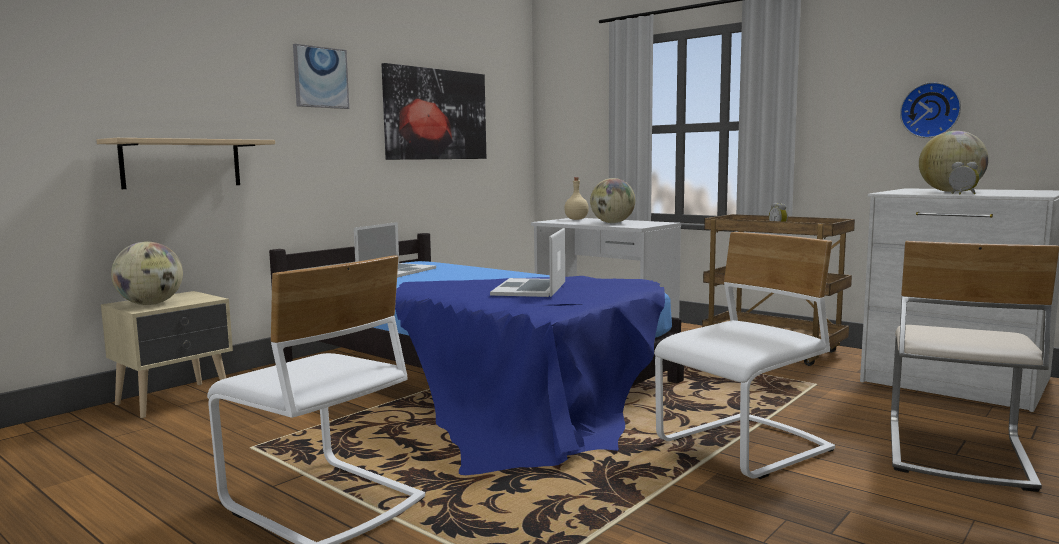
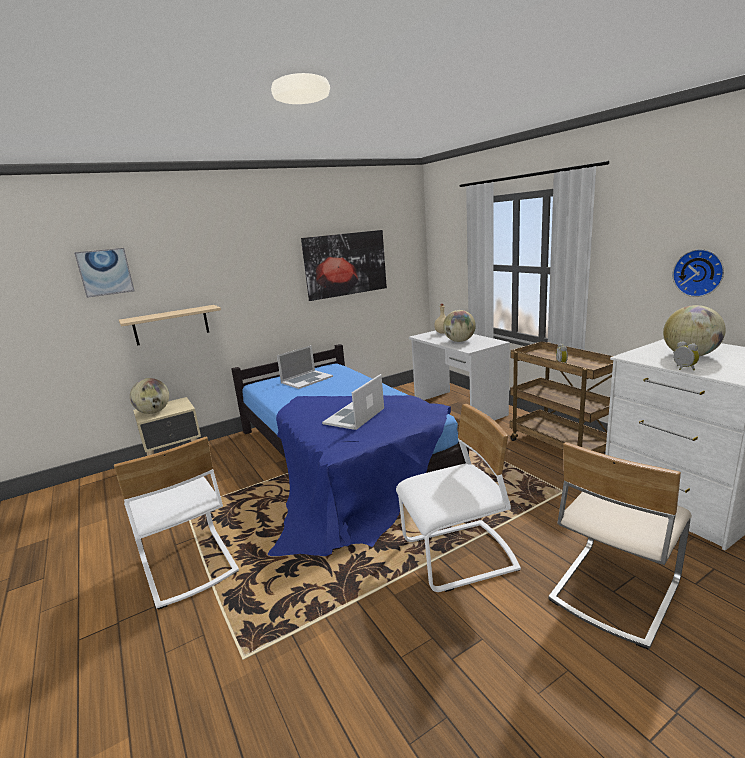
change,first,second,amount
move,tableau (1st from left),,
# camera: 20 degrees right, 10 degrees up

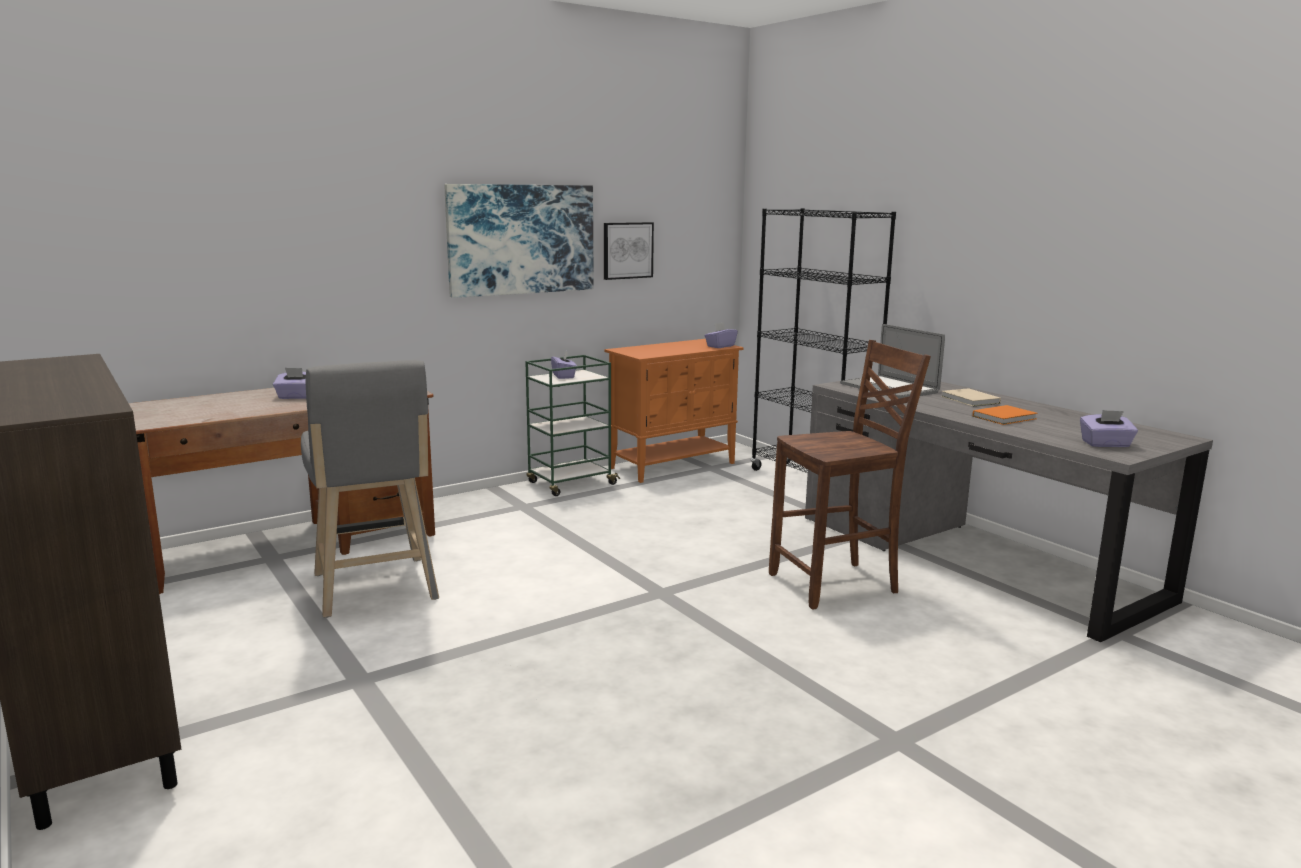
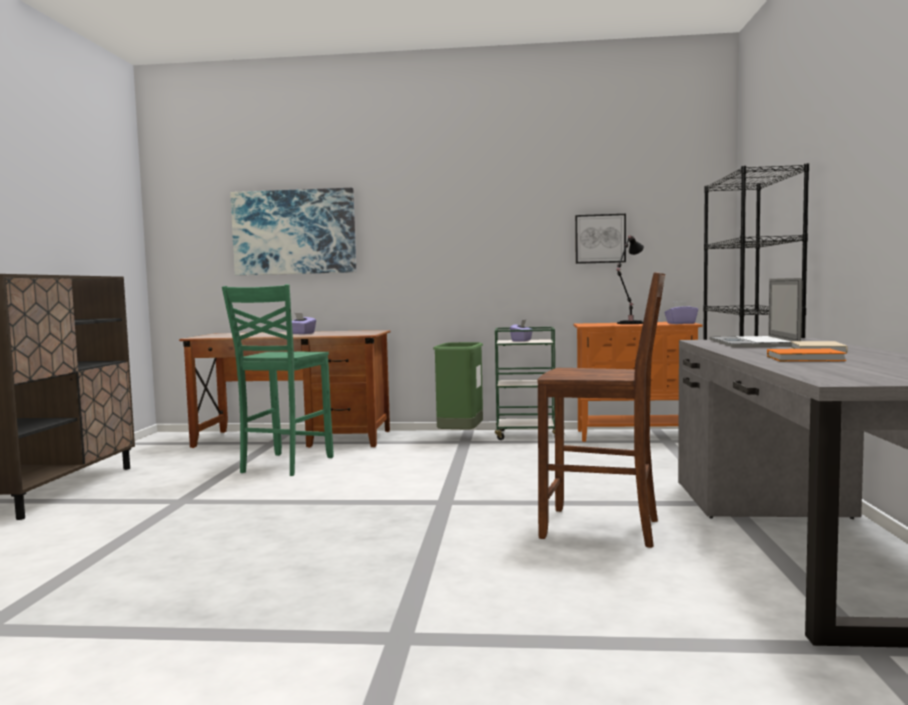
change,first,second,amount
replace,tabouret/gris,chaise/vert,
move,tableau (1st from left),,
insert,,poubelle/vert,
insert,,lampe de table/noir,
delete,boîte à mouchoirs/violet (4th from left),,
# camera: 40 degrees right, 10 degrees down

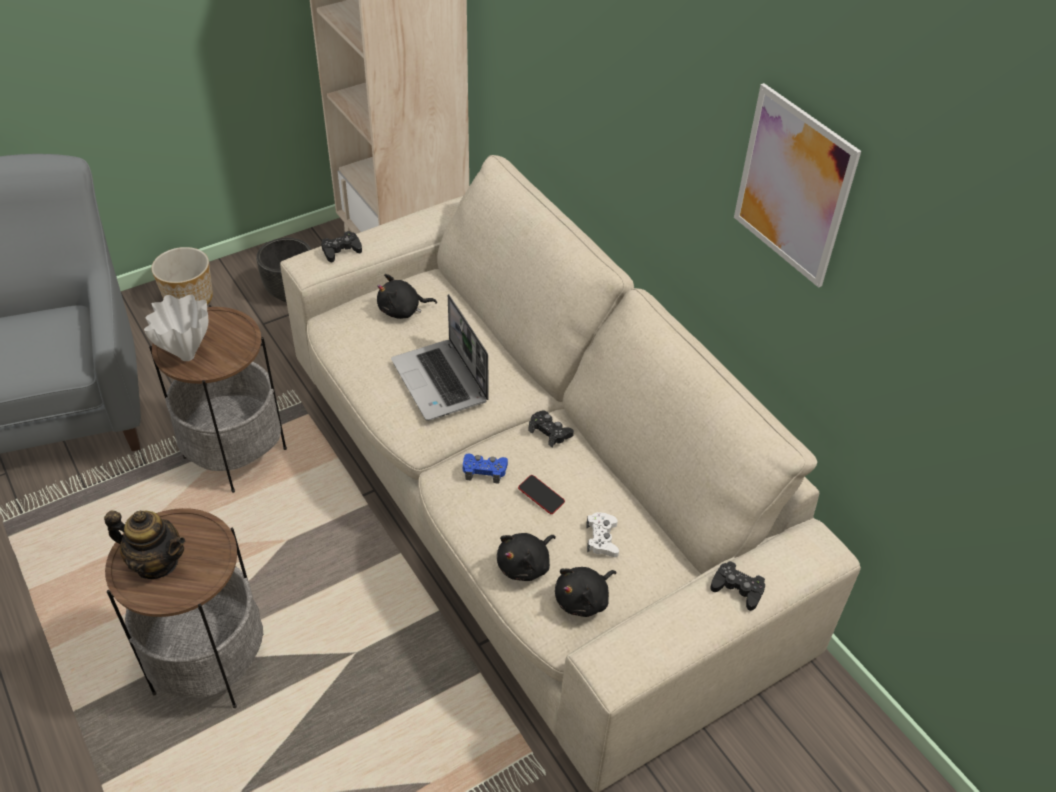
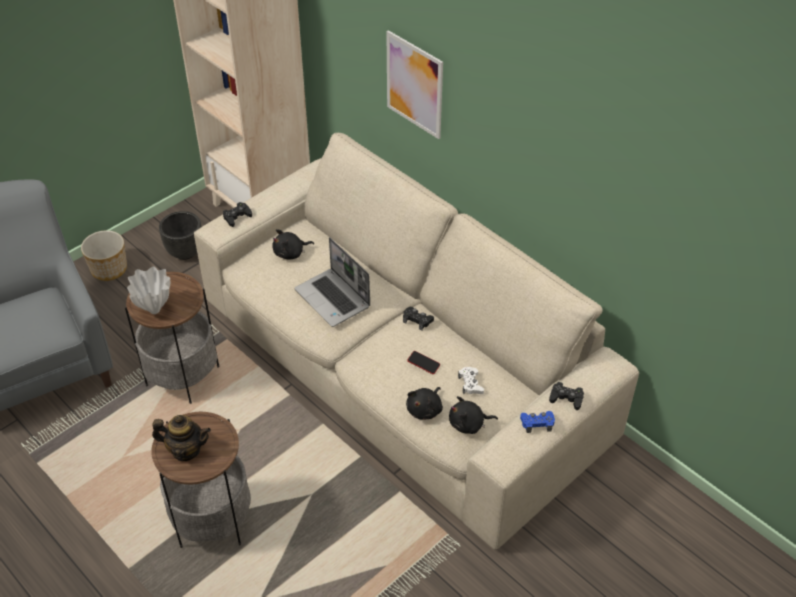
change,first,second,amount
move,tableau,,
rotate,peluche/noir (3rd from left),,45 degrees clockwise
move,manette/bleu,,
# camera: 10 degrees left, 0 degrees up

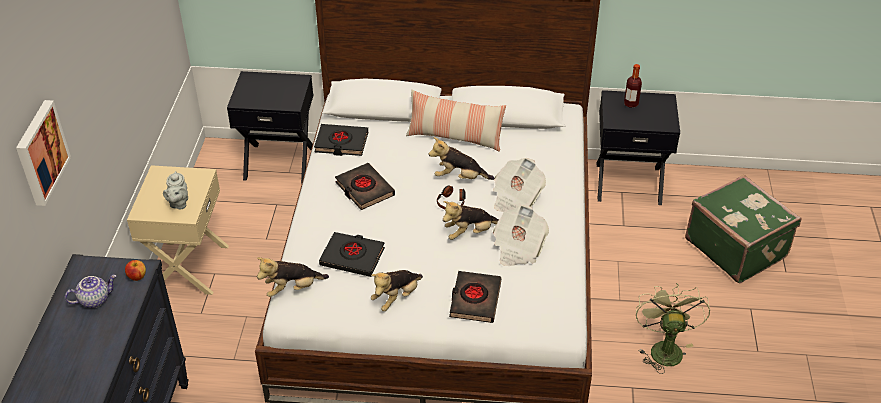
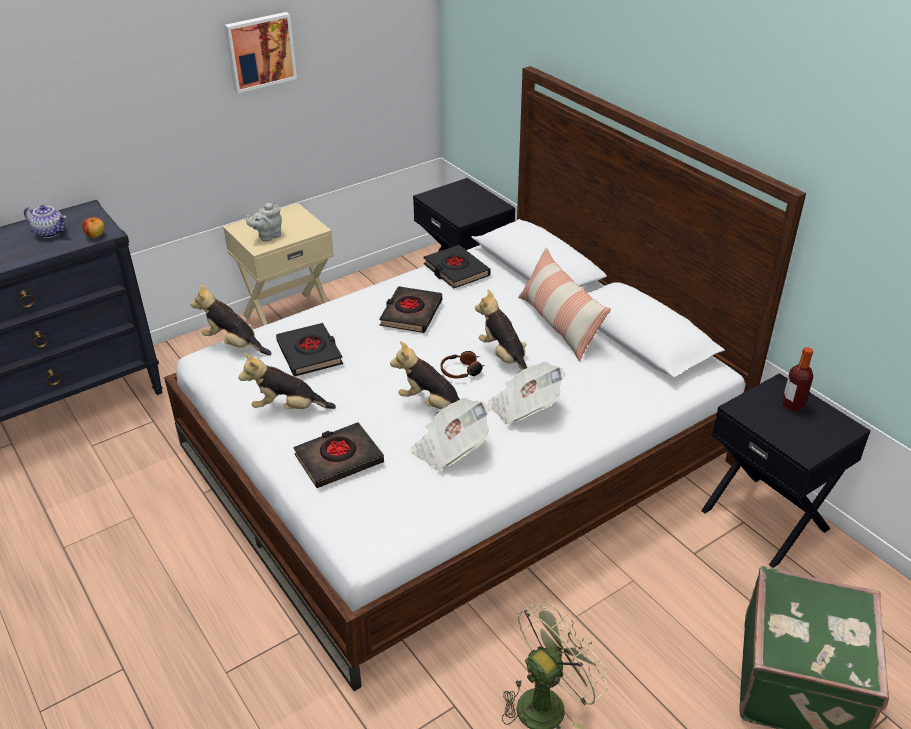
change,first,second,amount
move,tableau,,
# camera: 50 degrees right, 5 degrees down

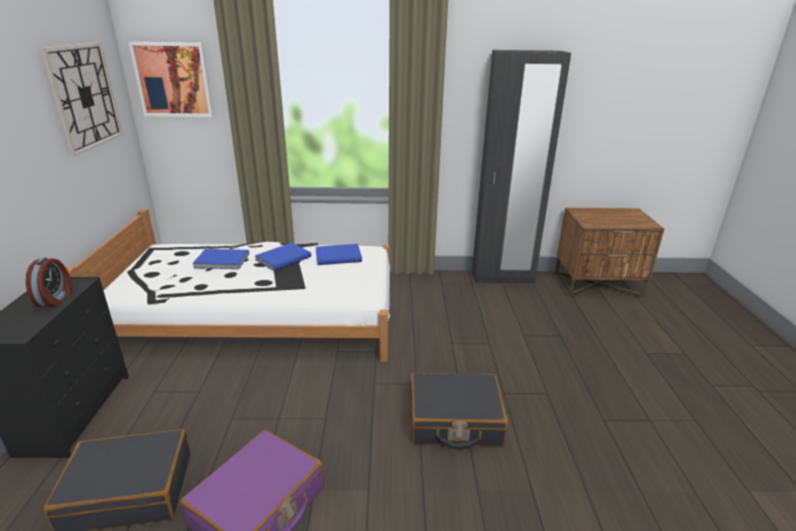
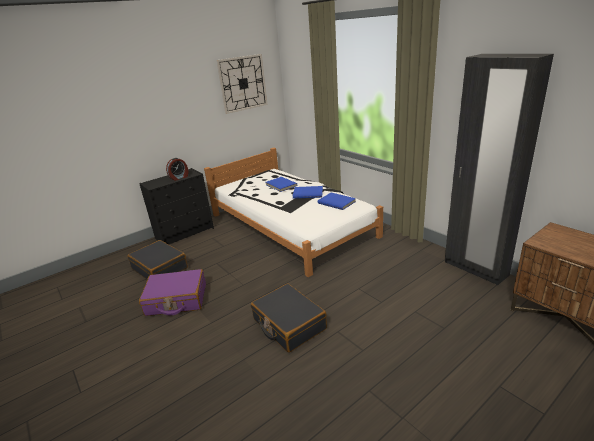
change,first,second,amount
delete,tableau,,
# camera: 55 degrees right, 0 degrees up

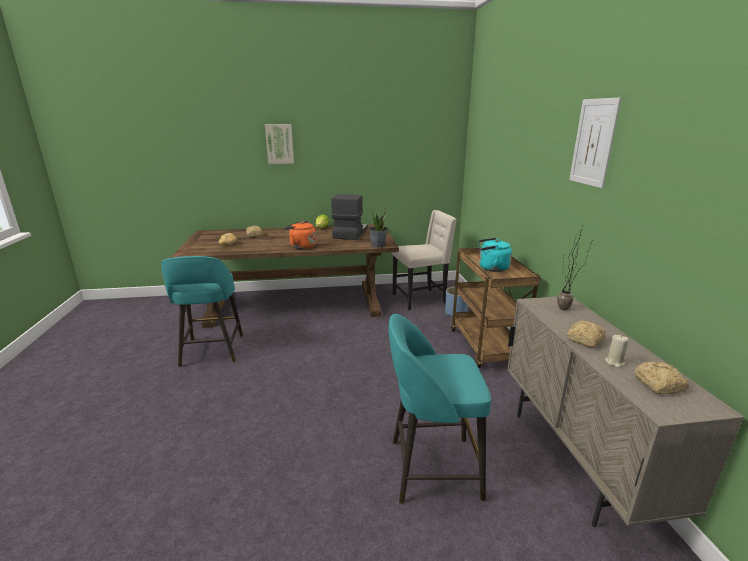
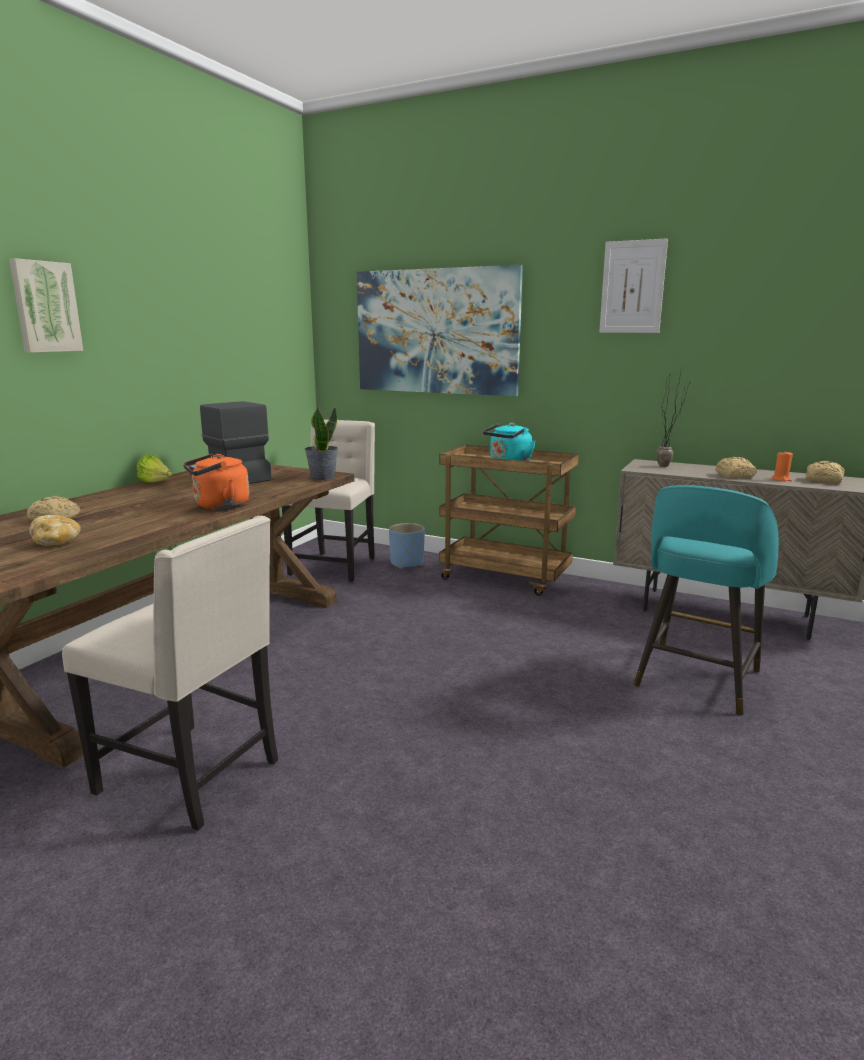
change,first,second,amount
replace,tabouret/turquoise (1st from left),chaise/beige (1st from left),
insert,,tableau (2nd from left),
recolor,bougie/beige,bougie/orange,
# camera: 55 degrees left, 5 degrees down

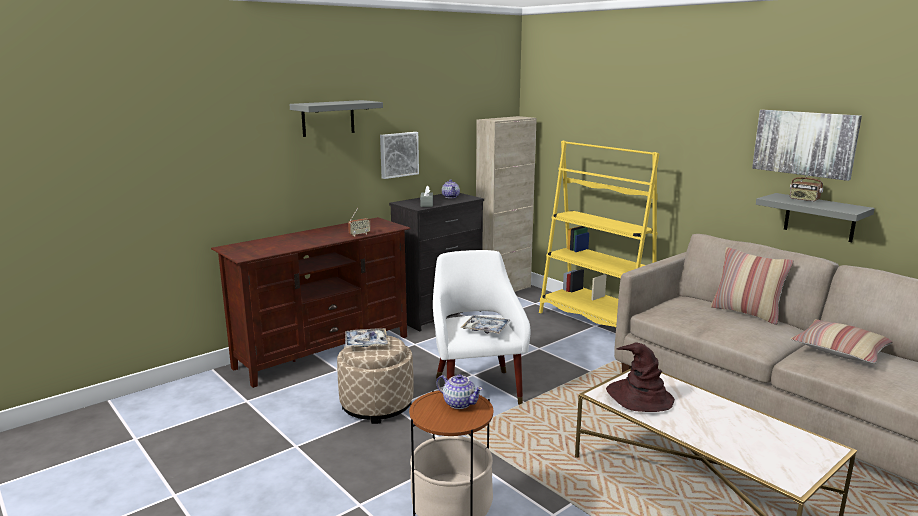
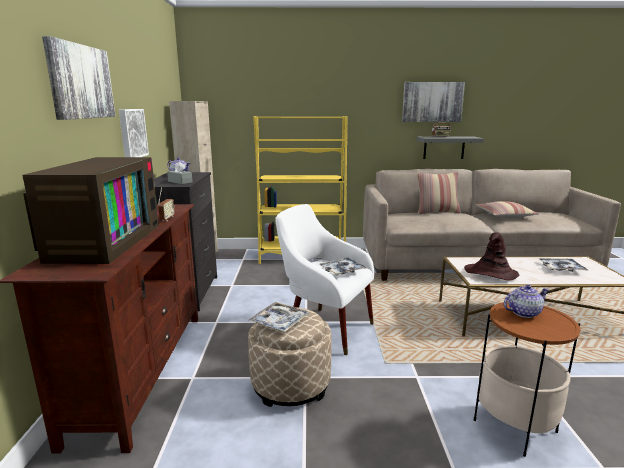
change,first,second,amount
insert,,téléviseur,
replace,étagère/gris (1st from left),tableau (1st from left),
insert,,plateau (3rd from left),
# camera: 50 degrees left, 0 degrees up

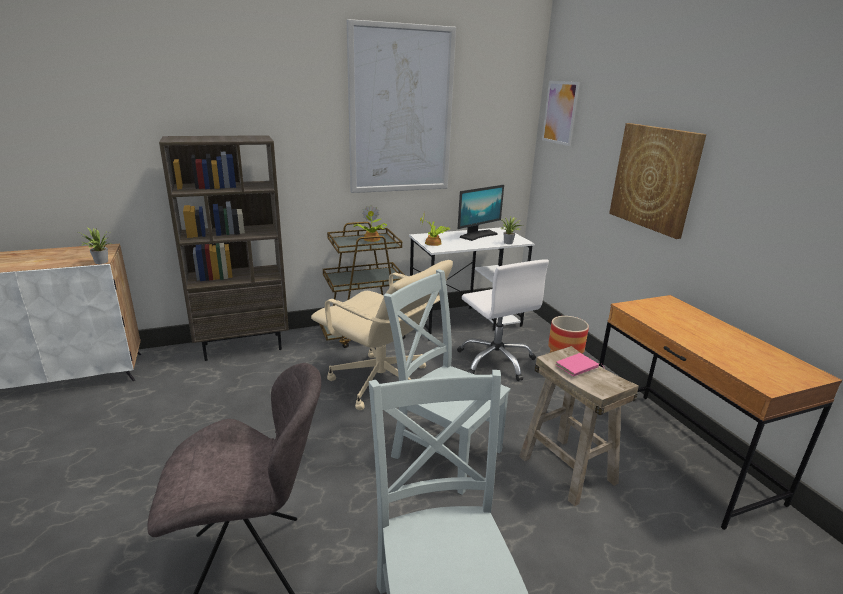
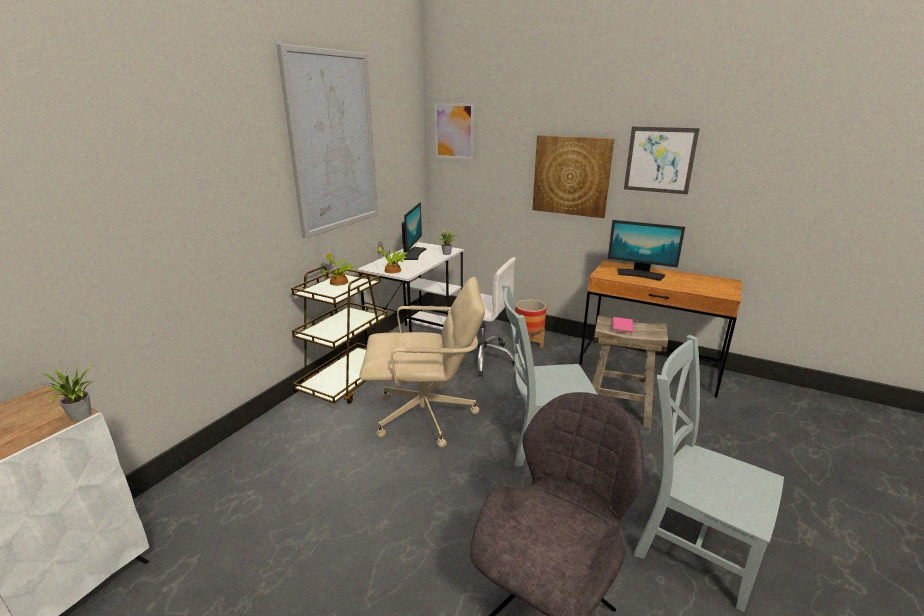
change,first,second,amount
insert,,écran d'ordinateur (2nd from left),
insert,,tableau (4th from left),
delete,bibliothèque/marron,,
# camera: 40 degrees left, 0 degrees up

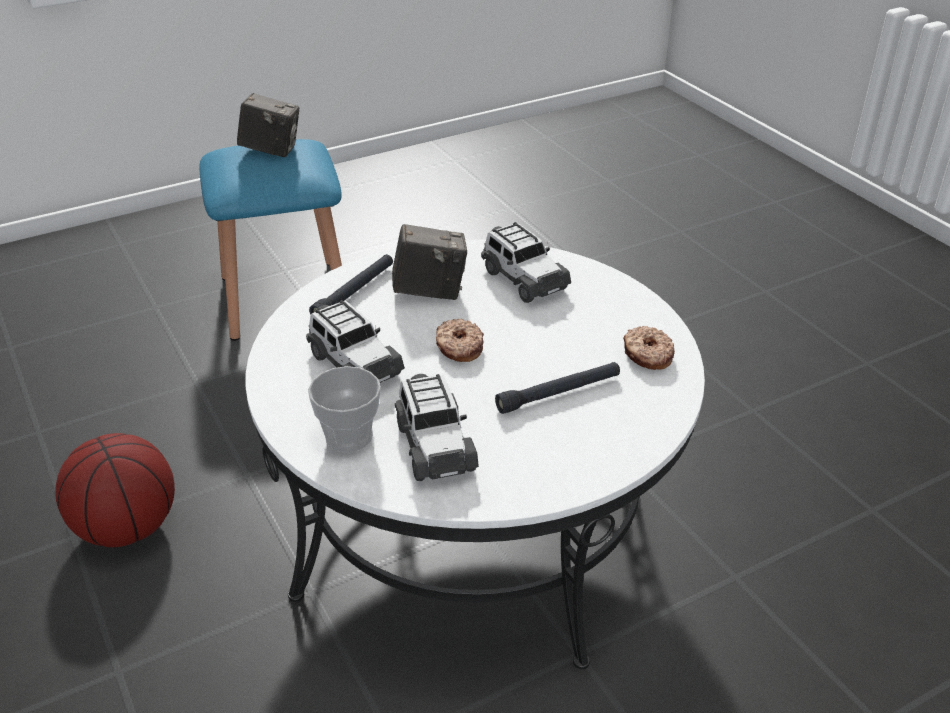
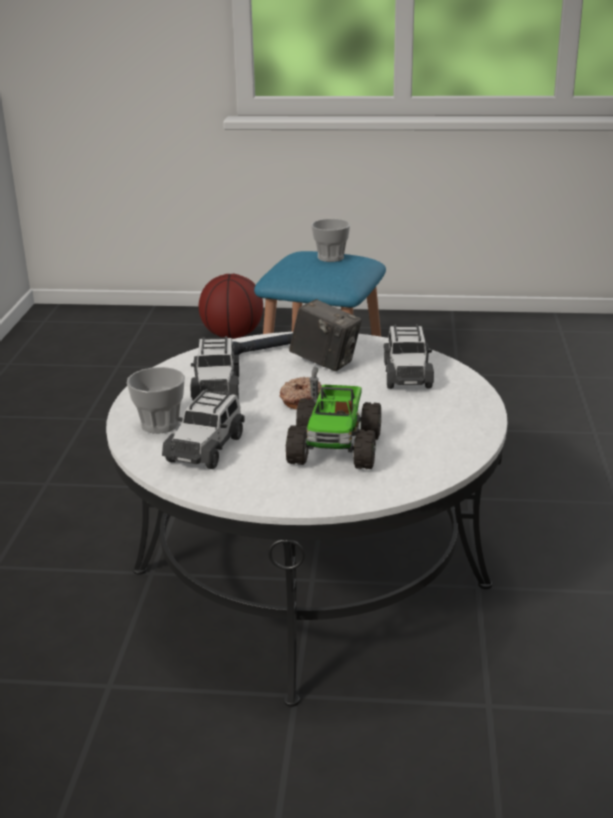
change,first,second,amount
move,ballon de basket,,
replace,lampe de poche/noir (2nd from left),camion jouet,
replace,appareil photo (1st from left),tasse (2nd from left),
delete,beignet (2nd from left),,
# camera: 35 degrees right, 10 degrees down

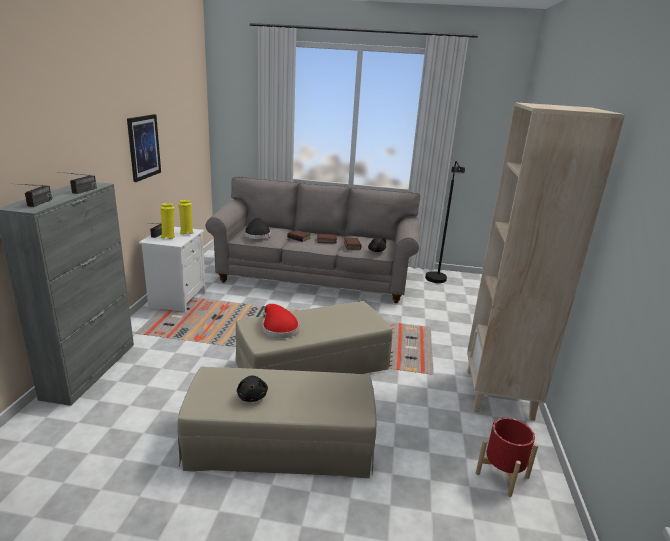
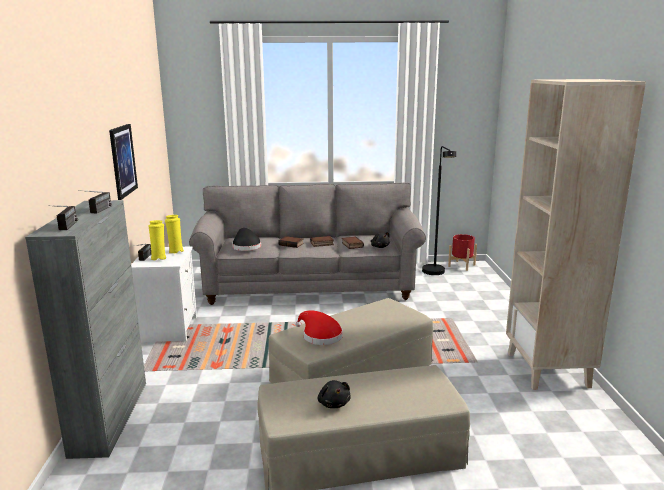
change,first,second,amount
move,cache-pot/rouge,,
# camera: 10 degrees left, 5 degrees down

